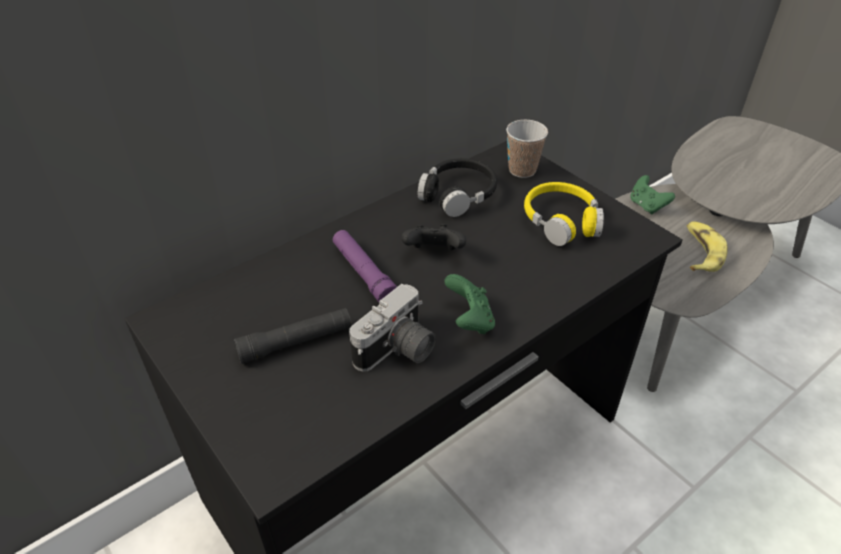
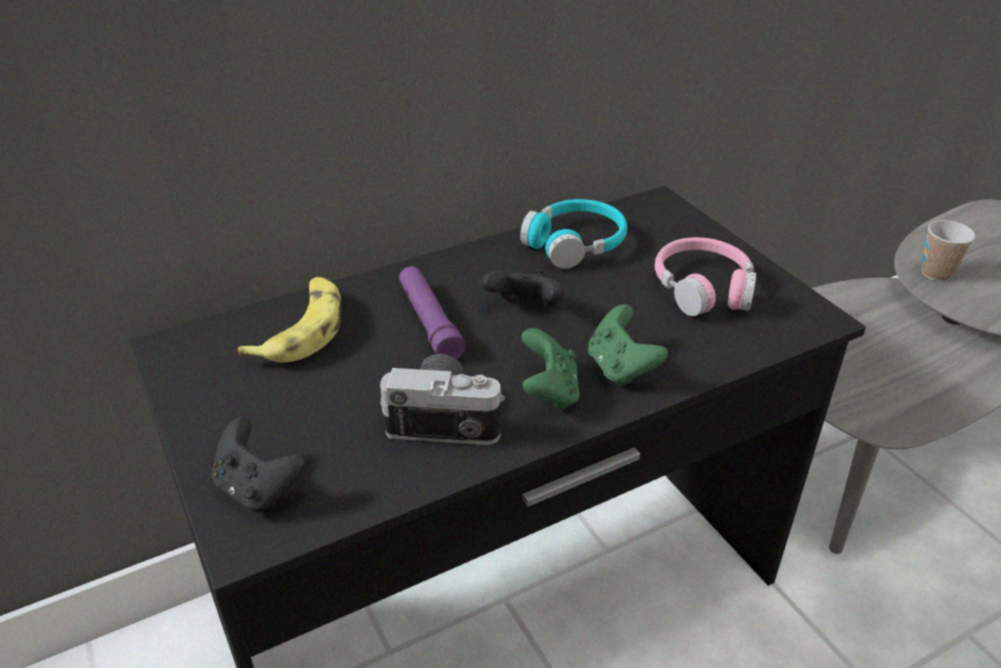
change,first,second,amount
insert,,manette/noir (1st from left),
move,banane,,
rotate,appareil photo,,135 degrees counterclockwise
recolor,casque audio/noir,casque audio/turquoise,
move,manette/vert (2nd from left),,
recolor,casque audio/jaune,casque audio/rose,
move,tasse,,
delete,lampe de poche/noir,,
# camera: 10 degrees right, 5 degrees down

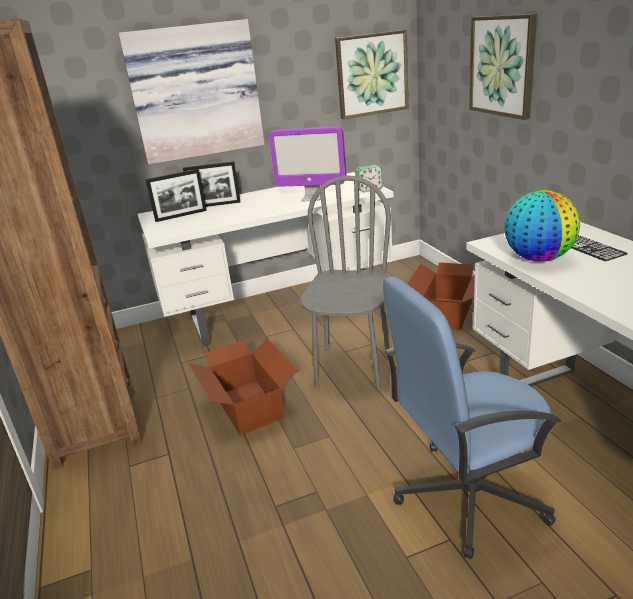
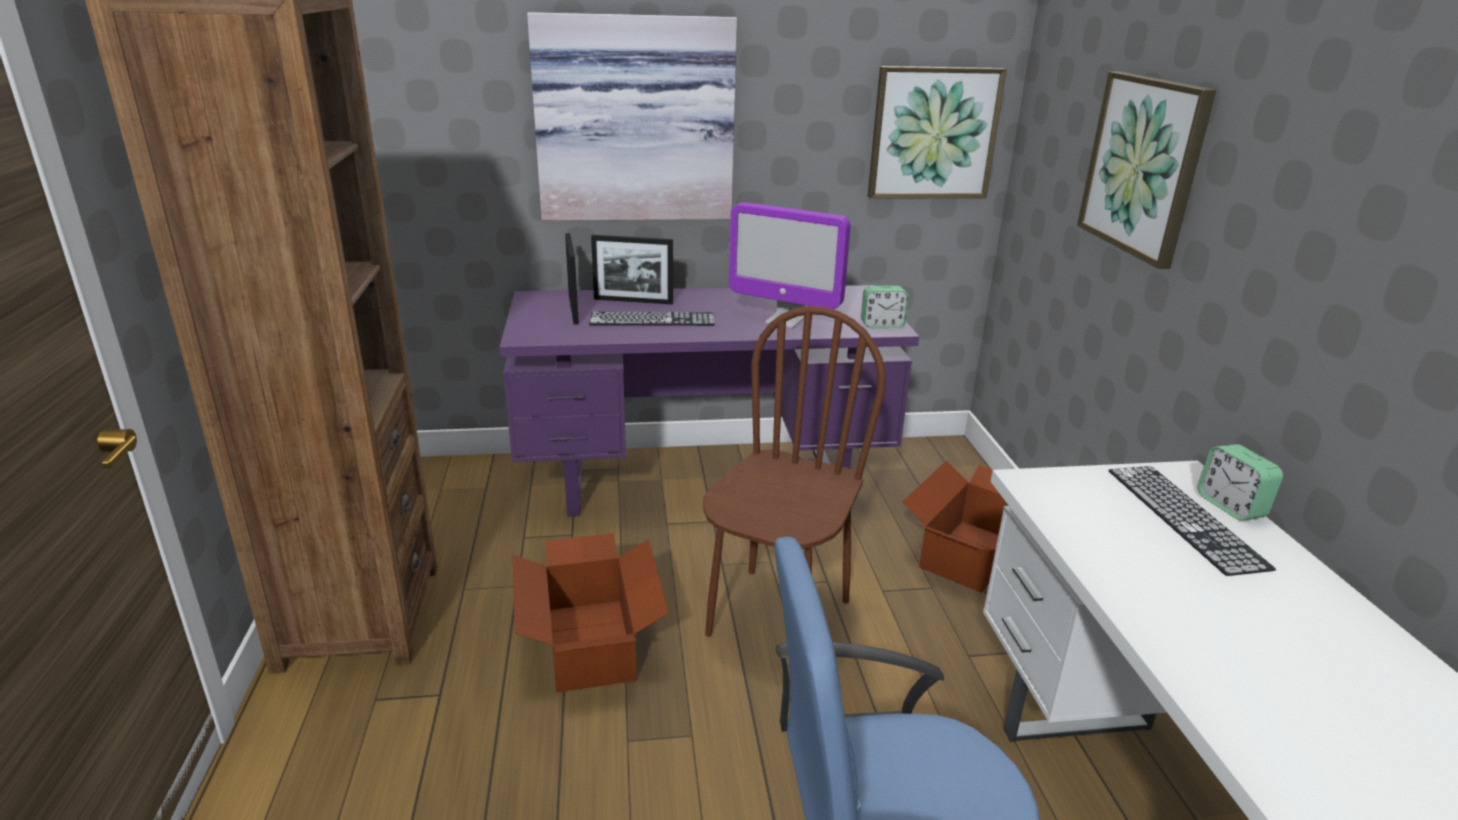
change,first,second,amount
recolor,bureau/blanc (1st from left),bureau/violet,
rotate,cadre photo (1st from left),,90 degrees counterclockwise
insert,,clavier (1st from left),
recolor,chaise/gris,chaise/marron,
insert,,réveil (2nd from left),
delete,globe,,
# camera: 10 degrees right, 0 degrees up

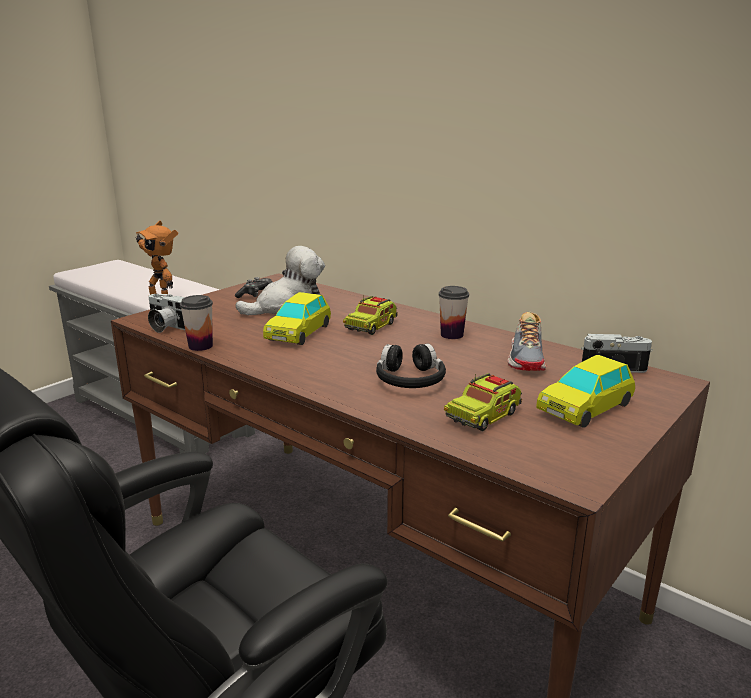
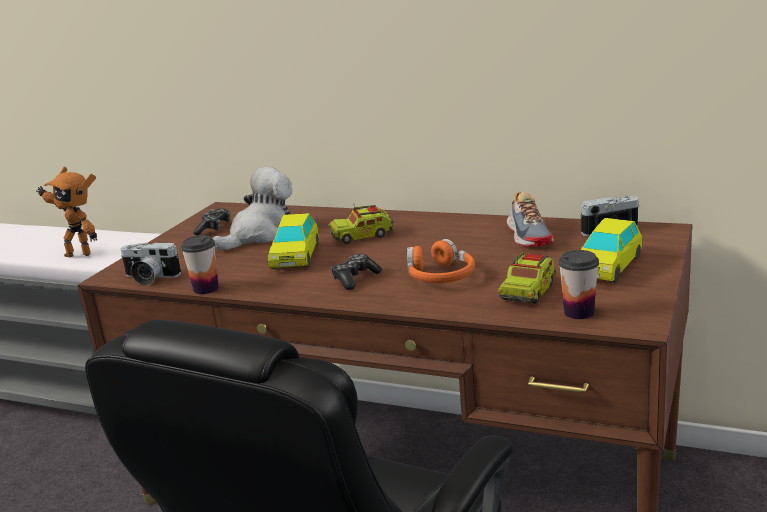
change,first,second,amount
rotate,camion jouet (1st from left),,60 degrees clockwise
insert,,manette (2nd from left),
recolor,casque audio/noir,casque audio/orange,
move,tasse (2nd from left),,
# camera: 15 degrees left, 0 degrees up

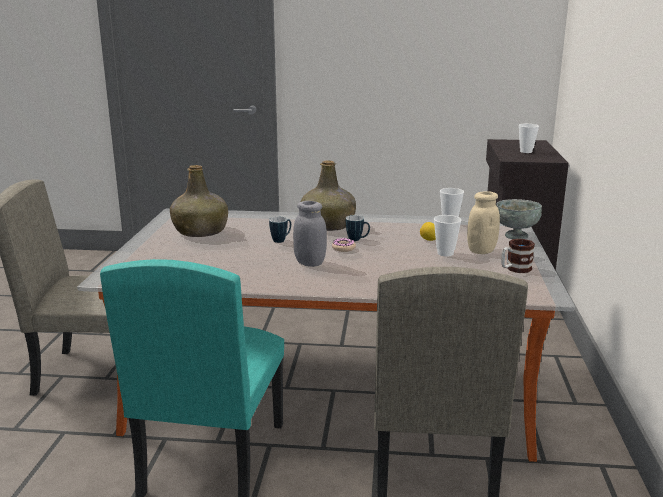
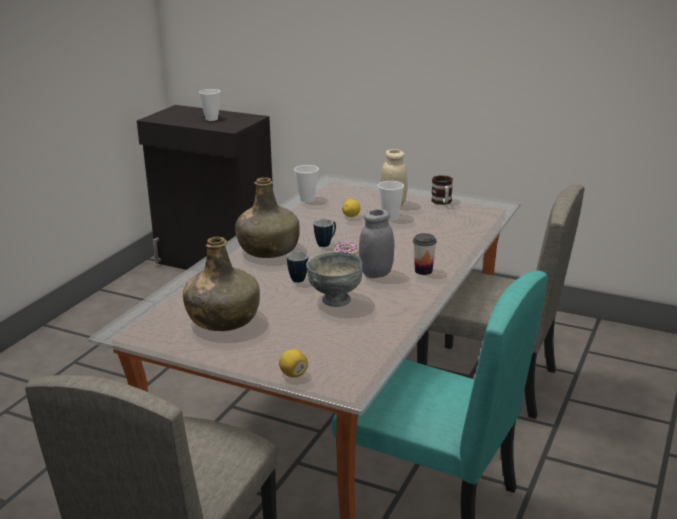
change,first,second,amount
insert,,citron (1st from left),
move,bol/gris,,
insert,,tasse (4th from left),
# camera: 70 degrees left, 5 degrees up

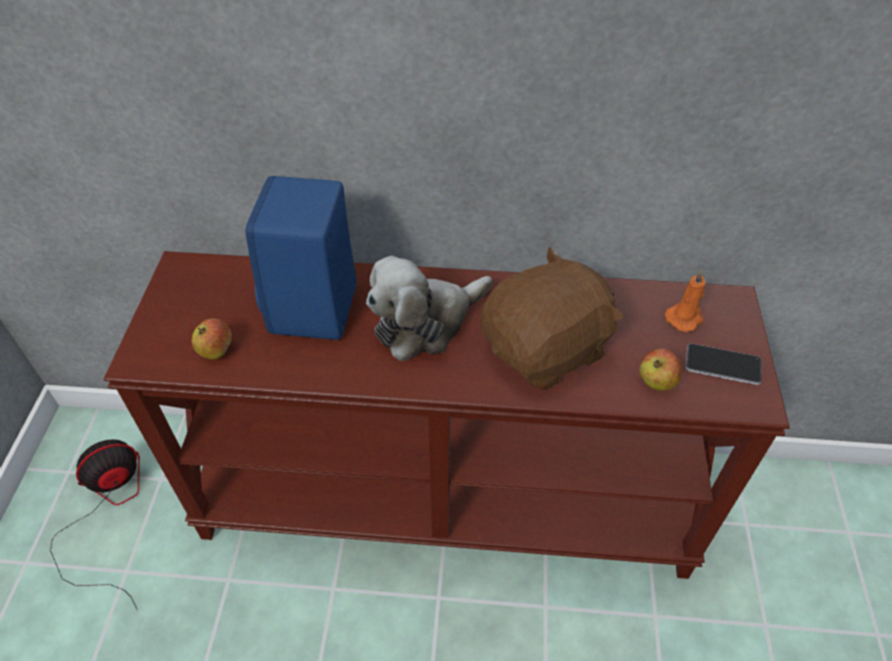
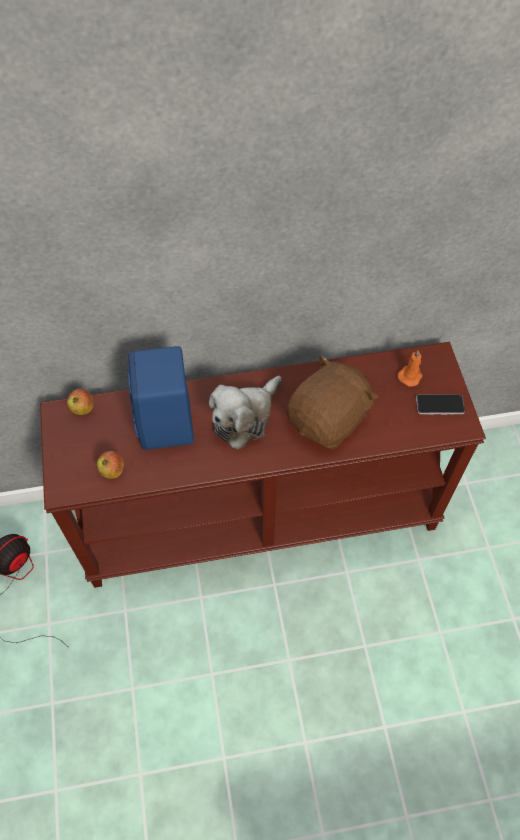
change,first,second,amount
move,pomme (2nd from left in the first image),pomme (1st from left),
# camera: 15 degrees left, 10 degrees up

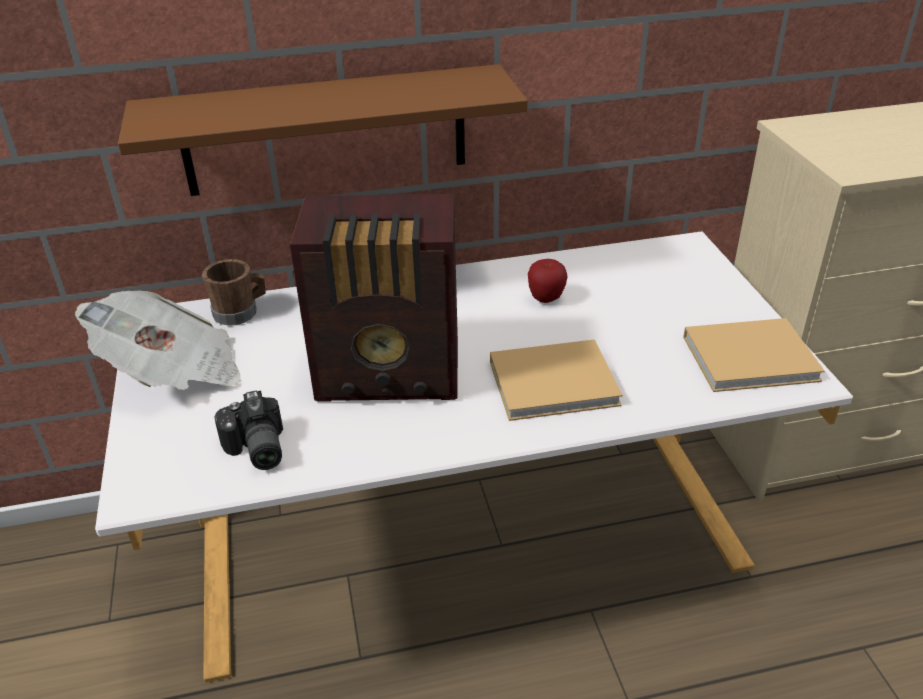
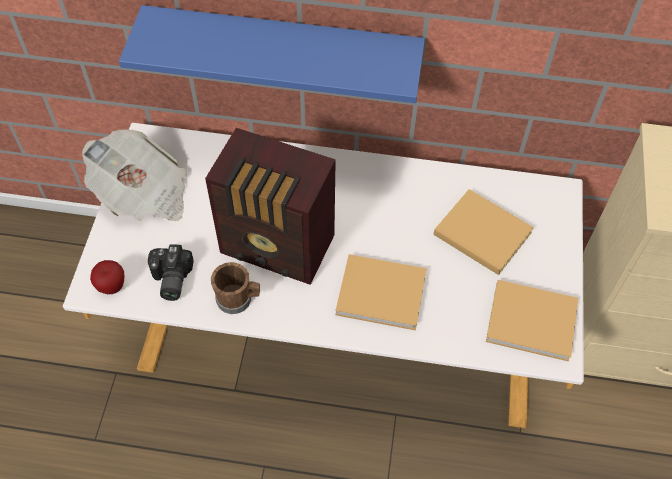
change,first,second,amount
move,pomme,,
recolor,étagère/marron,étagère/bleu,
move,mug/marron,,
insert,,livre/beige (2nd from left),
# camera: 20 degrees right, 20 degrees up

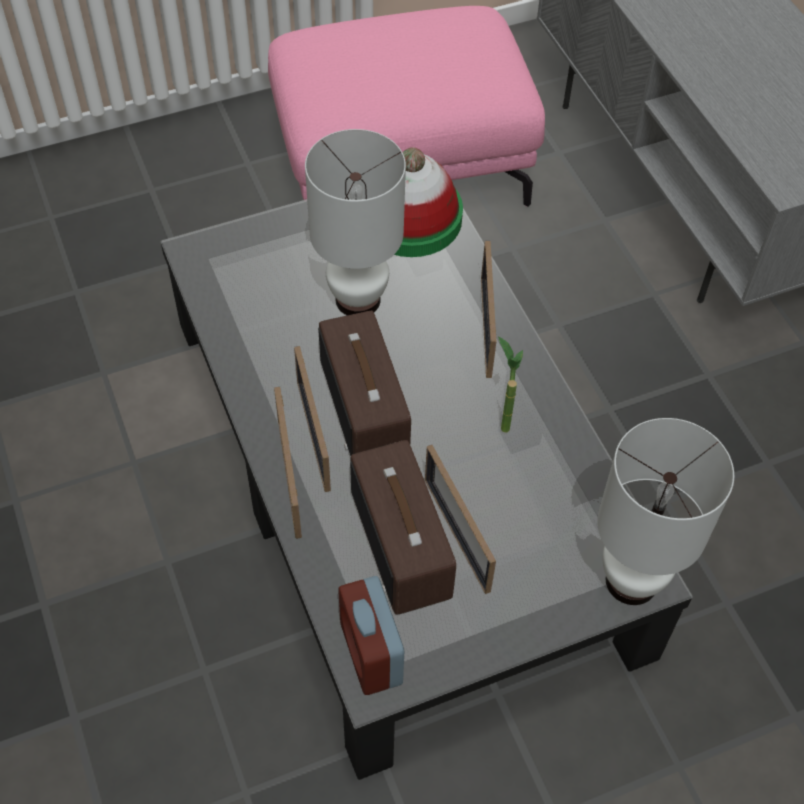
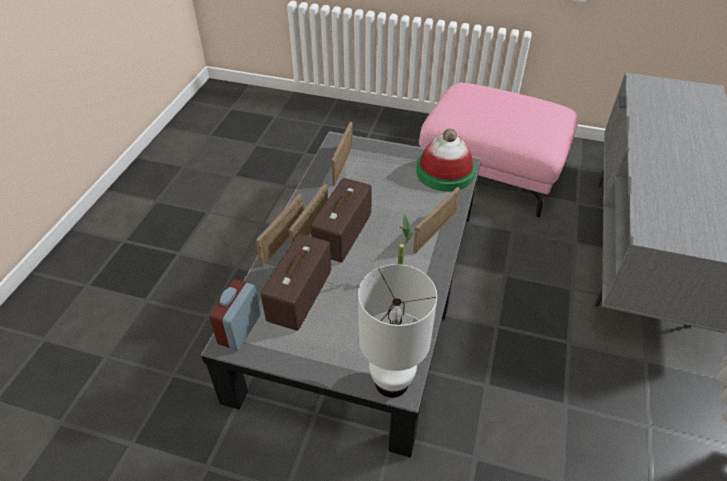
change,first,second,amount
move,cadre photo (3rd from left),,
delete,lampe de table/blanc (1st from left),,
# camera: 40 degrees right, 10 degrees down

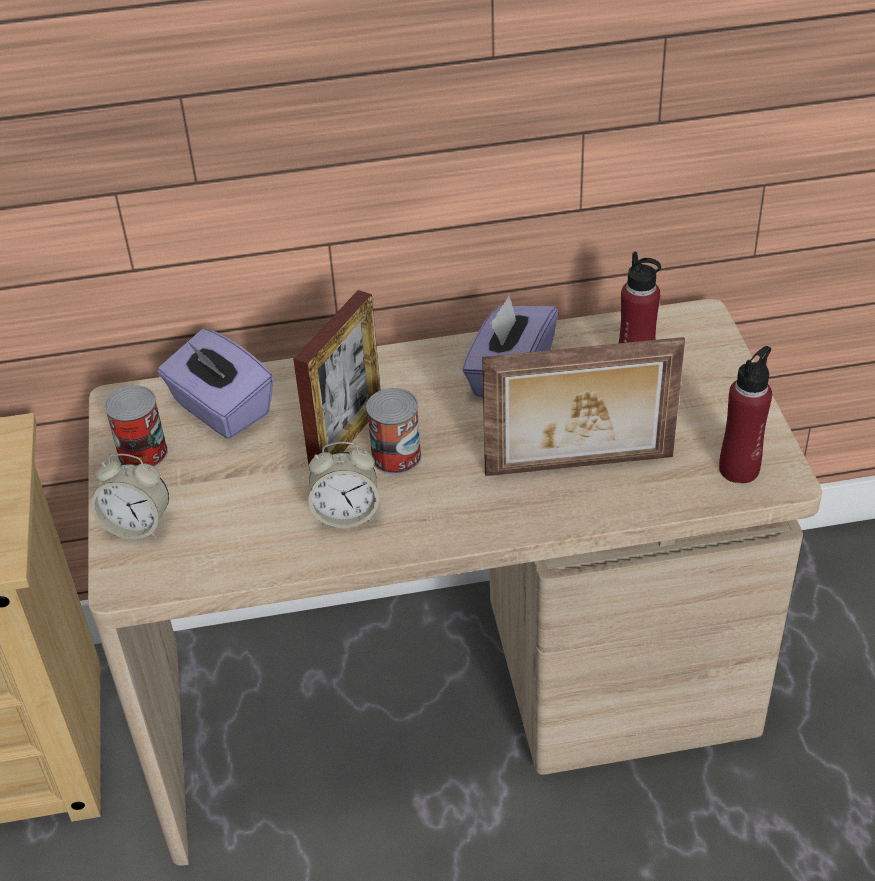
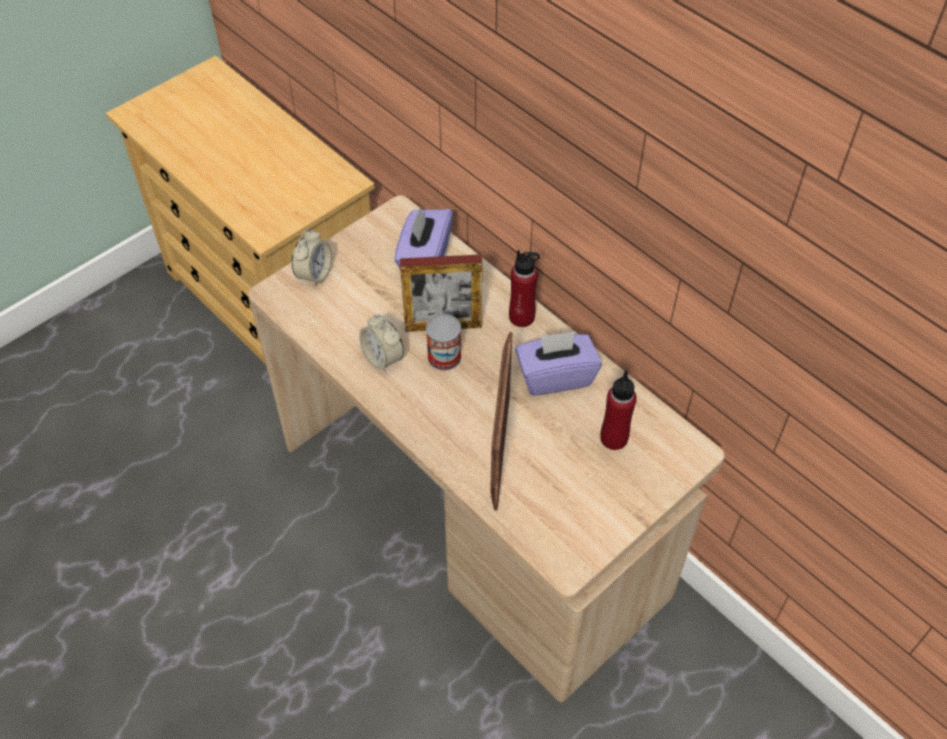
change,first,second,amount
rotate,réveil (1st from left),,135 degrees counterclockwise
rotate,cadre photo (2nd from left),,45 degrees clockwise
move,bouteille/rouge (2nd from left in the first image),bouteille/rouge (1st from left),
delete,boîte métallique (1st from left),,
# camera: 55 degrees right, 10 degrees up

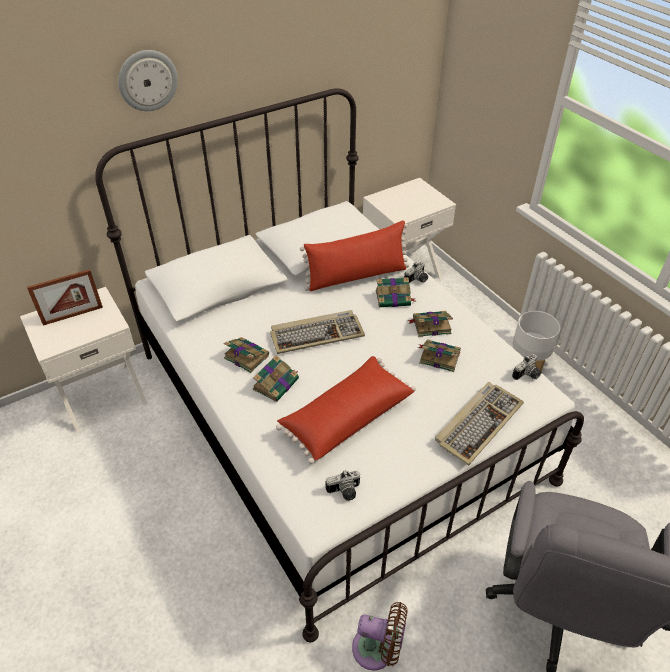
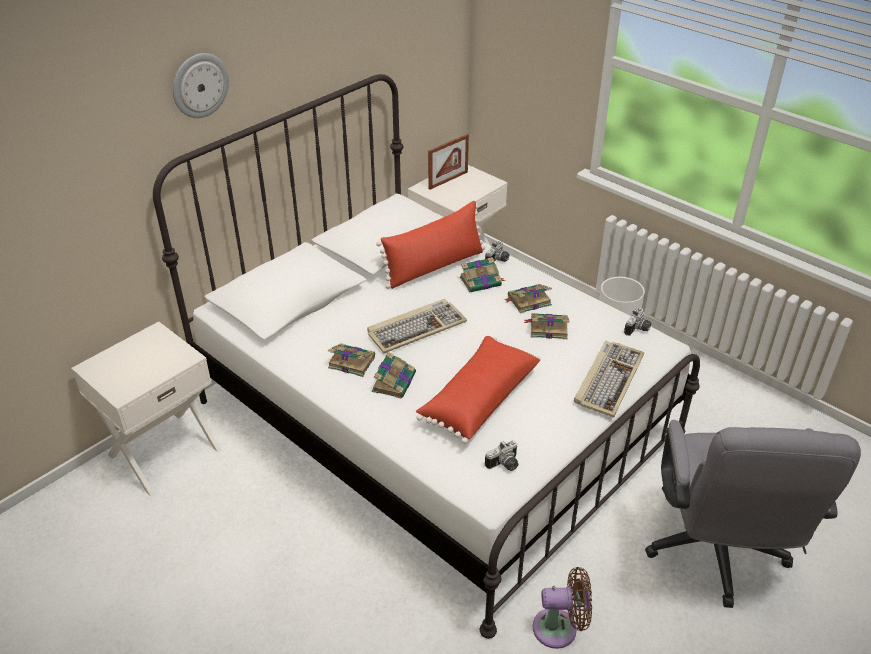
change,first,second,amount
move,cadre photo,,
# camera: 15 degrees left, 5 degrees down

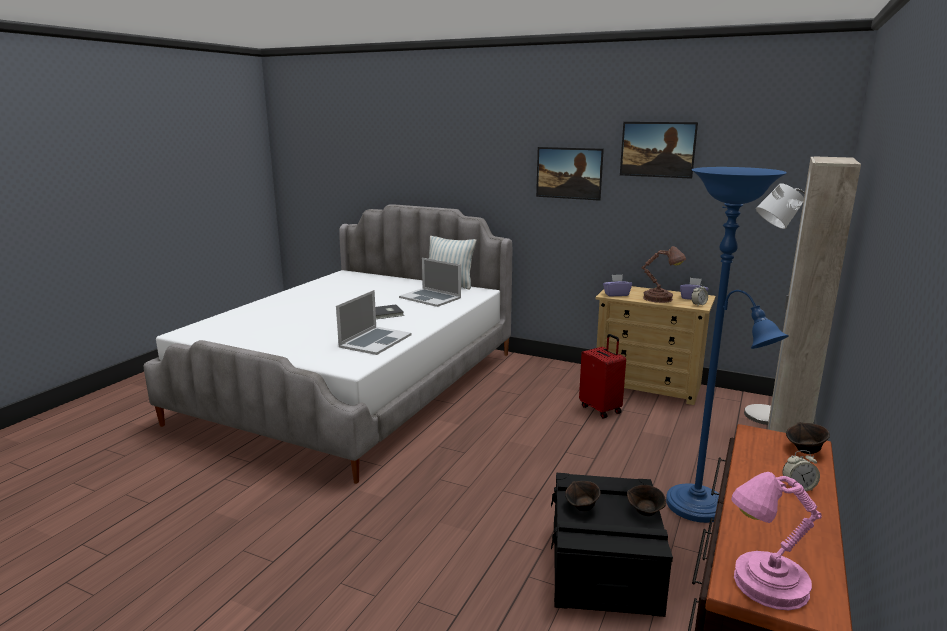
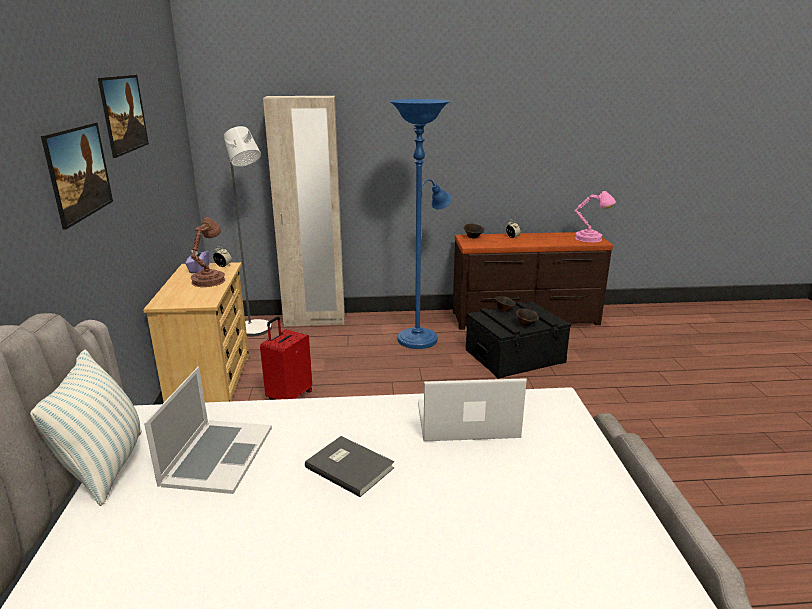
change,first,second,amount
delete,boîte à mouchoirs/violet (1st from left),,
# camera: 120 degrees left, 5 degrees up

